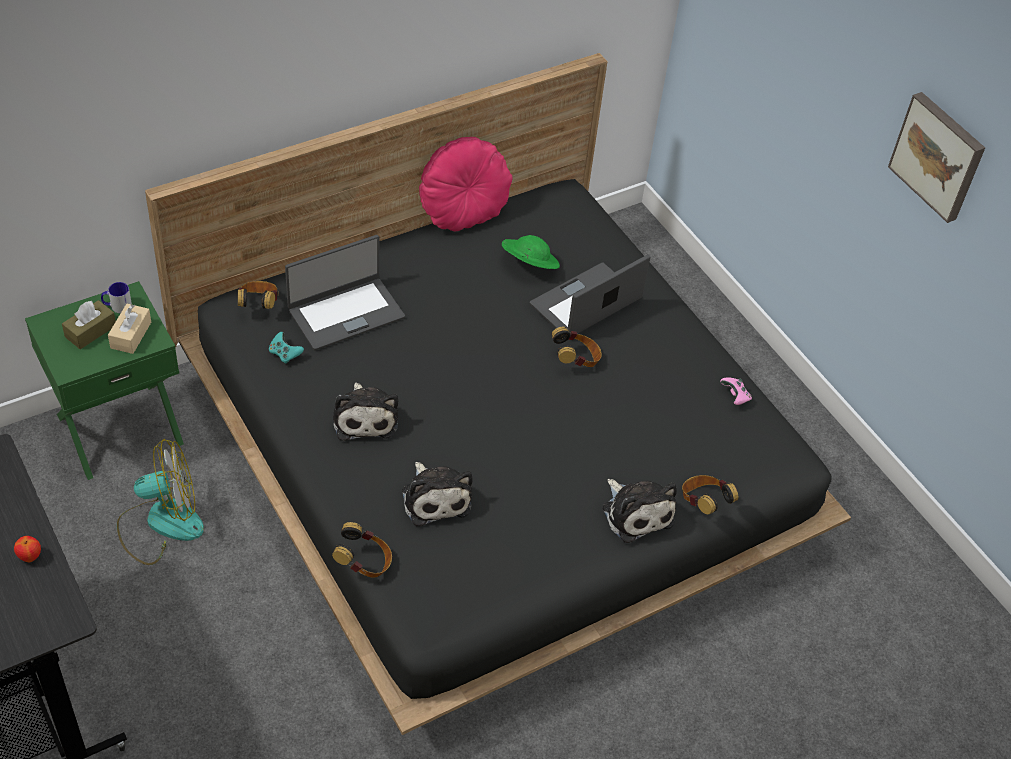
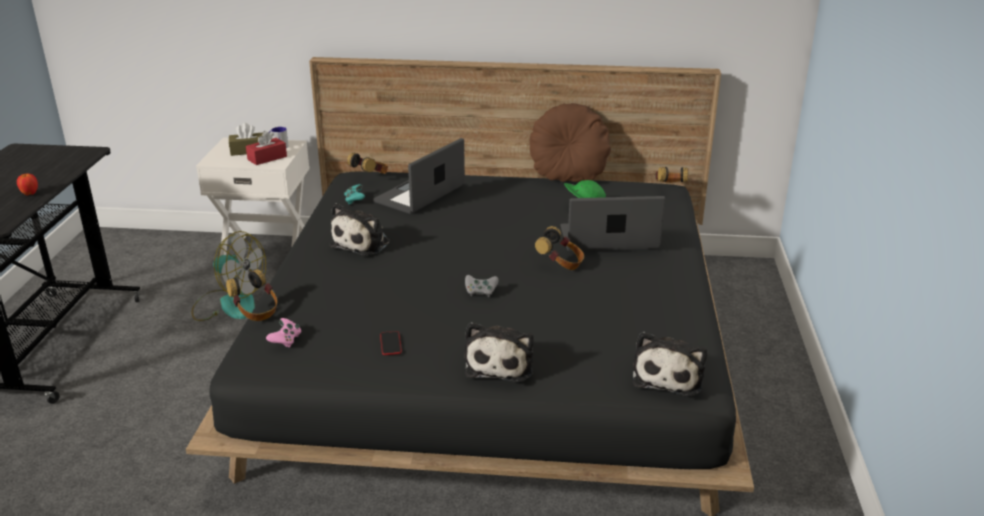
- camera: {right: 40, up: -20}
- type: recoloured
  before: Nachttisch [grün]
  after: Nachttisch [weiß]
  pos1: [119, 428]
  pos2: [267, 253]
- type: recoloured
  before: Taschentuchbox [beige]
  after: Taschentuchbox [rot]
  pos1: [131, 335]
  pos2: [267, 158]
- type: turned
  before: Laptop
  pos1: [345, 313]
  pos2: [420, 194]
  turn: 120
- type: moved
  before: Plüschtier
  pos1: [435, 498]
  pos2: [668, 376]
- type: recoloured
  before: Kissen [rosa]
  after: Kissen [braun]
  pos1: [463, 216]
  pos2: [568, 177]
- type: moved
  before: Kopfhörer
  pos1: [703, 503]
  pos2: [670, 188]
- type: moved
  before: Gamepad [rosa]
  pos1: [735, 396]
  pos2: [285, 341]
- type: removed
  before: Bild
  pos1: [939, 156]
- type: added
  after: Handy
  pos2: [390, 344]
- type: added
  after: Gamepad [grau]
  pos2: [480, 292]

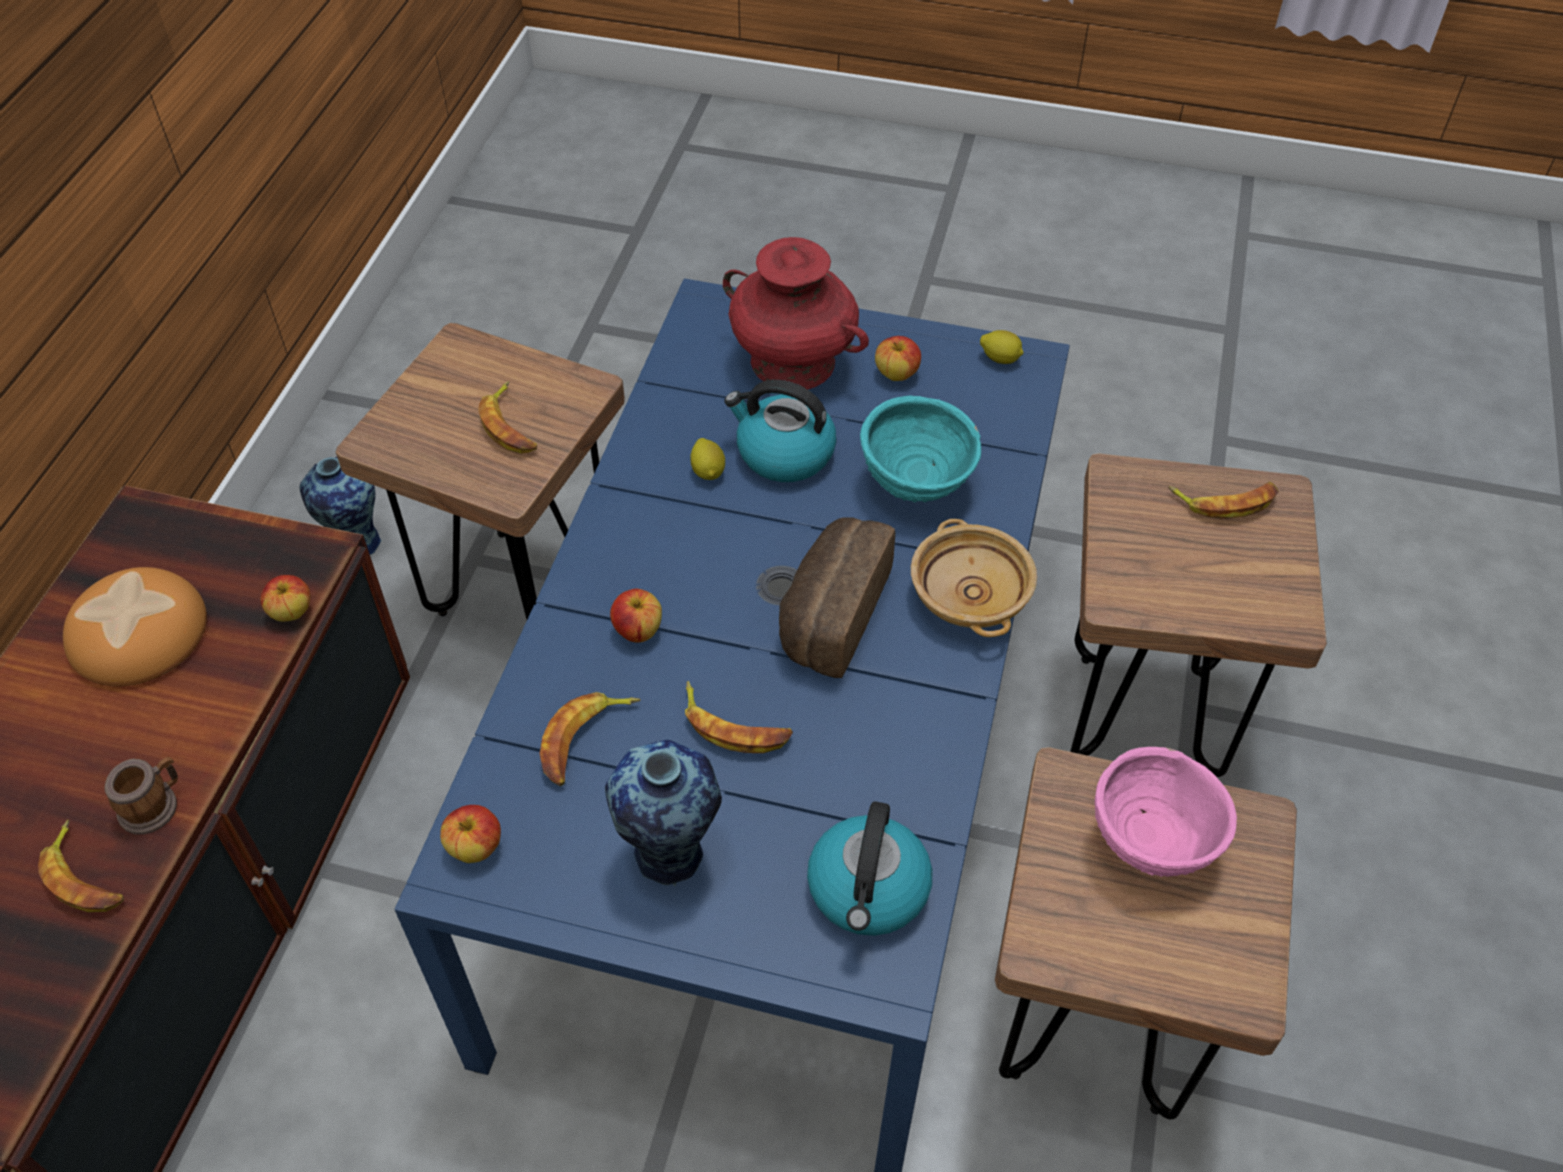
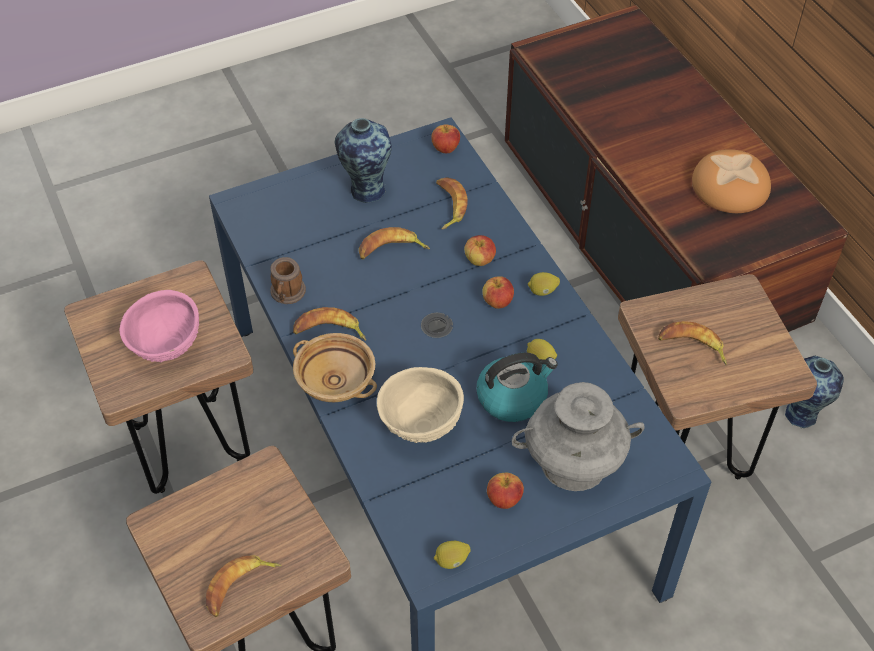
- camera: {right: 140, up: 0}
- type: moved
  before: Banane
  pos1: [84, 876]
  pos2: [329, 331]
- type: moved
  before: Henkelbecher
  pos1: [154, 805]
  pos2: [287, 294]
- type: moved
  before: Apfel
  pos1: [291, 612]
  pos2: [497, 302]
- type: recoloured
  before: Vase [rot]
  after: Vase [grau]
  pos1: [793, 362]
  pos2: [573, 463]
- type: removed
  before: Brot
  pos1: [830, 614]
- type: removed
  before: Wasserkessel
  pos1: [868, 891]
- type: recoloured
  before: Schüssel [türkis]
  after: Schüssel [beige]
  pos1: [916, 486]
  pos2: [420, 427]
- type: added
  after: Zitrone
  pos2: [542, 291]

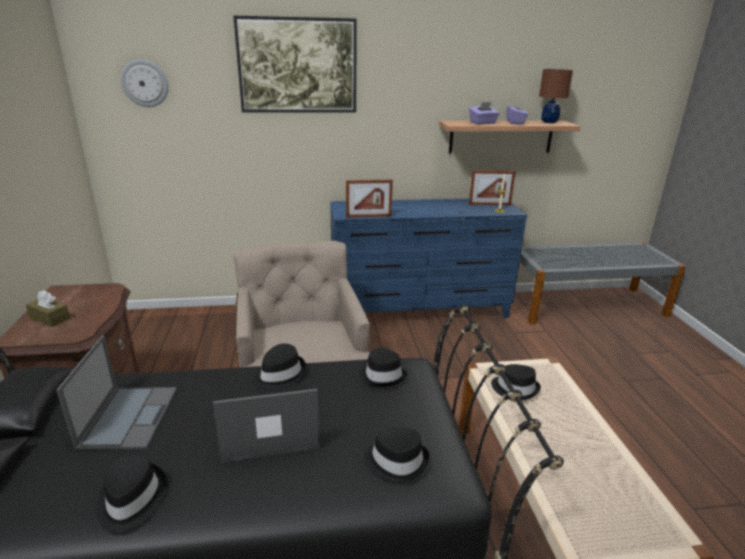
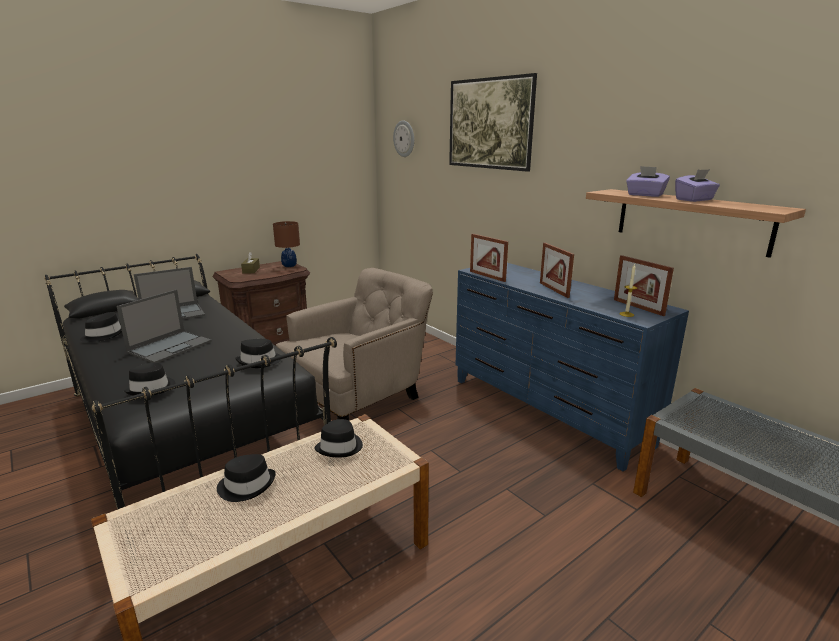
- camera: {right: 60, up: -5}
- type: turned
  before: Laptop
  pos1: [268, 432]
  pos2: [170, 346]
  turn: 75
- type: moved
  before: Hut [schwarz]
  pos1: [279, 375]
  pos2: [247, 485]
- type: moved
  before: Tischlampe [braun]
  pos1: [548, 122]
  pos2: [289, 266]
- type: added
  after: Bilderrahmen
  pos2: [553, 290]

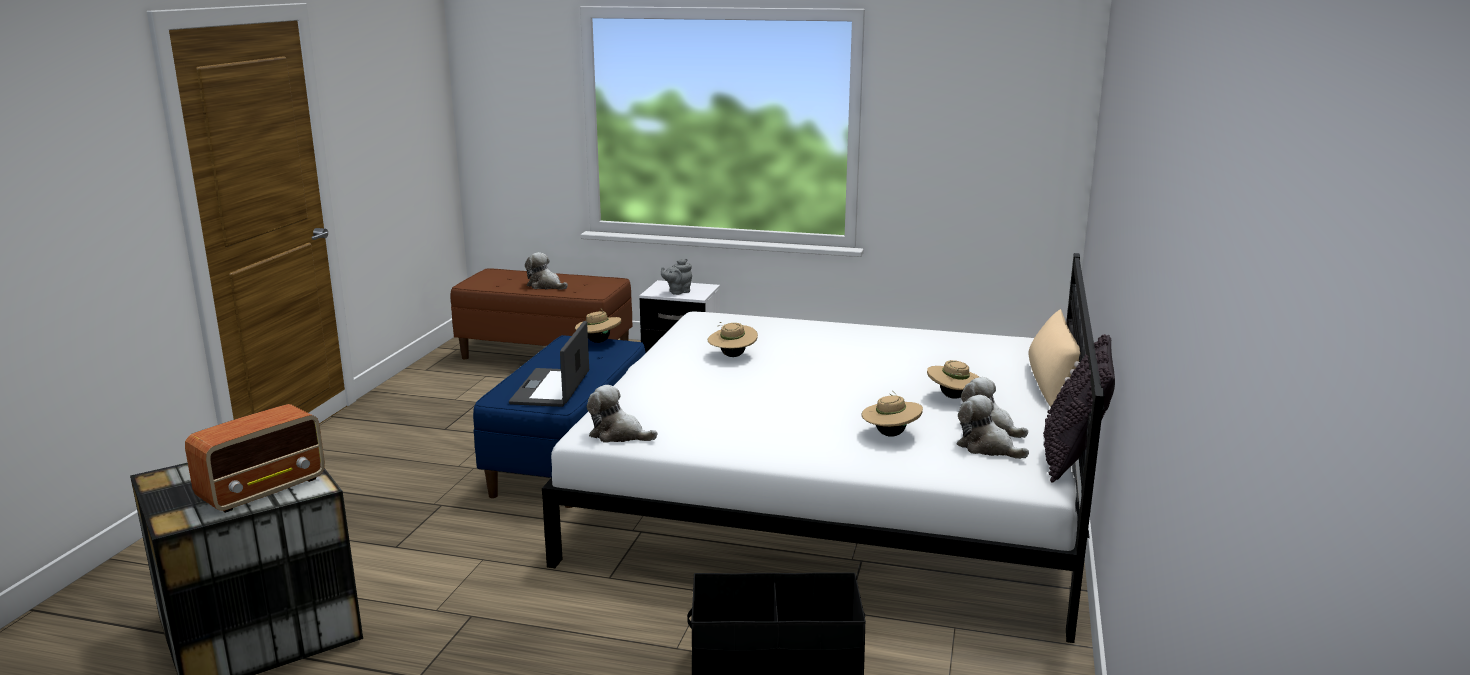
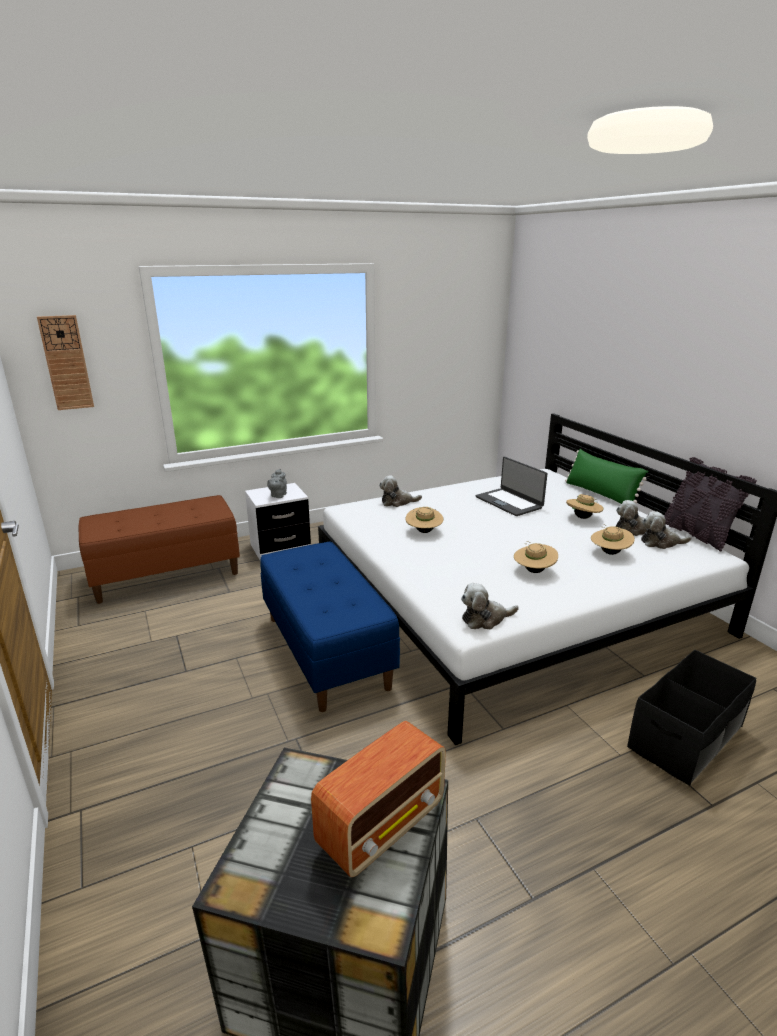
- camera: {right: -40, up: 5}
- type: turned
  before: Radio
  pos1: [264, 489]
  pos2: [383, 824]
  turn: 45
- type: moved
  before: Laptop
  pos1: [552, 388]
  pos2: [509, 502]
- type: moved
  before: Plüschtier
  pos1: [545, 286]
  pos2: [397, 502]
- type: moved
  before: Hut [beige]
  pos1: [598, 341]
  pos2: [533, 571]
- type: recoloured
  before: Kissen [beige]
  after: Kissen [grün]
  pos1: [1051, 384]
  pos2: [601, 494]
- type: added
  after: Wanduhr
  pos2: [66, 363]

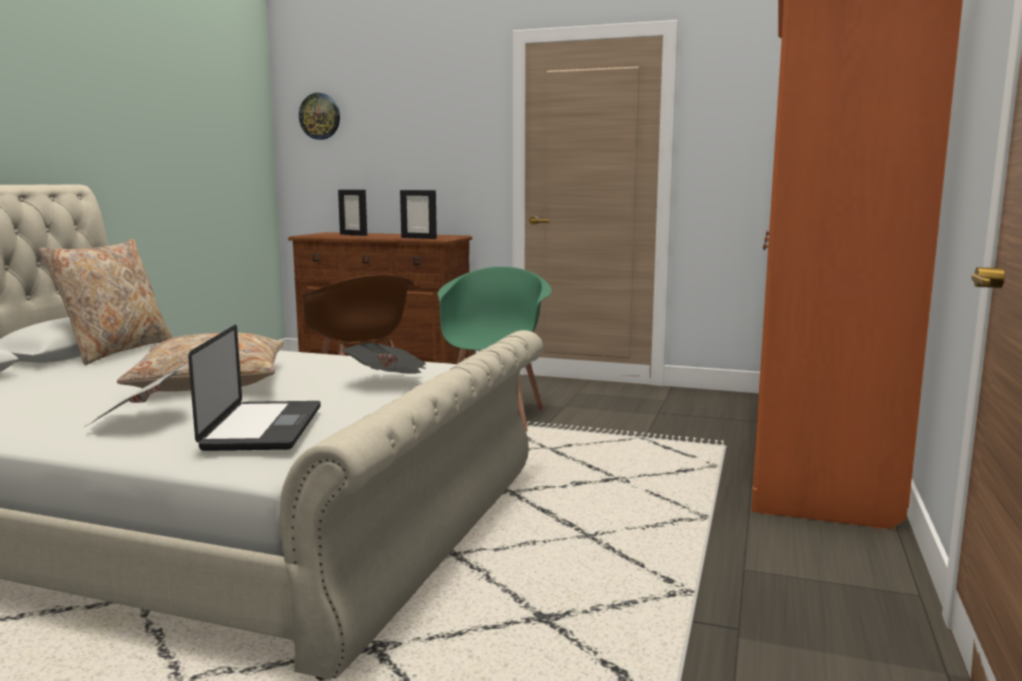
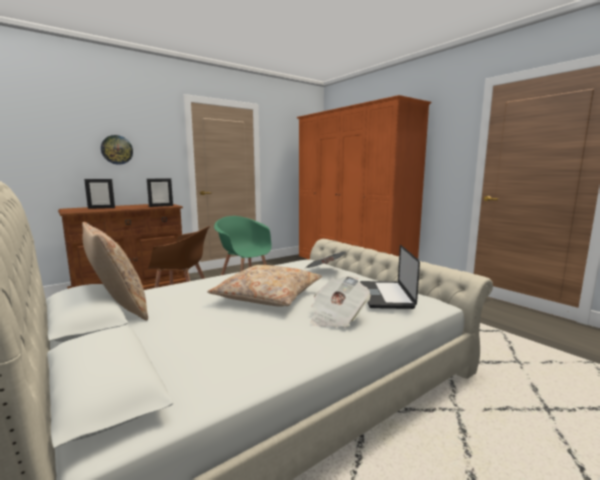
- camera: {right: -55, up: 0}
- type: turned
  before: Laptop
  pos1: [263, 428]
  pos2: [385, 295]
  turn: -120
- type: moved
  before: Wanduhr
  pos1: [320, 116]
  pos2: [117, 150]

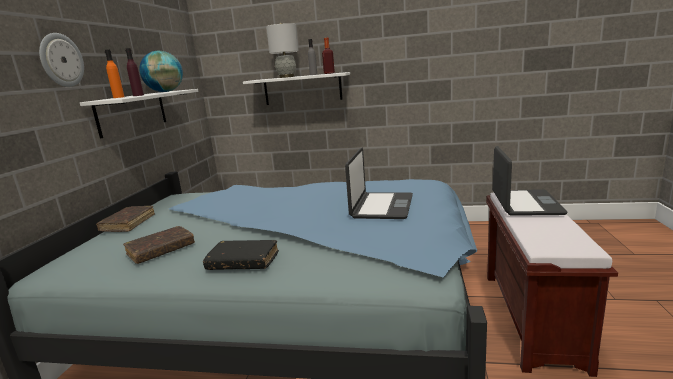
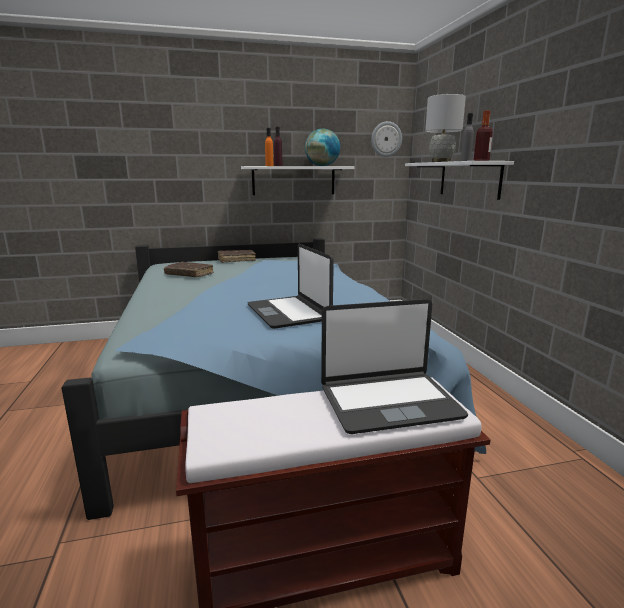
- camera: {right: 65, up: 0}
- type: moved
  before: Wanduhr
  pos1: [61, 60]
  pos2: [386, 139]
- type: removed
  before: Buch [schwarz]
  pos1: [243, 262]
- type: turned
  before: Laptop
  pos1: [381, 207]
  pos2: [289, 313]
  turn: 75

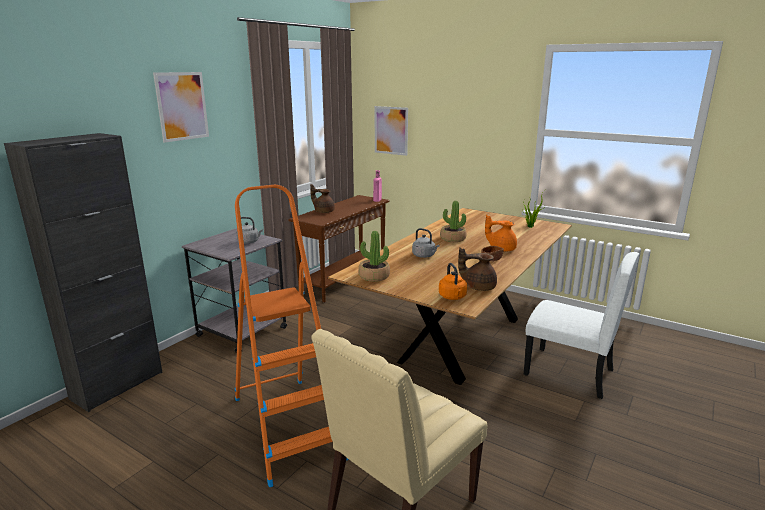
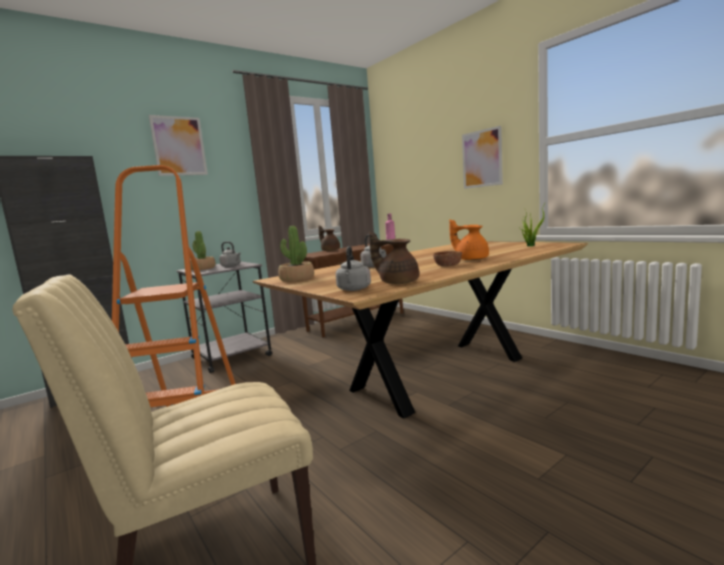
- camera: {right: 20, up: -10}
- type: moved
  before: Bild
  pos1: [391, 130]
  pos2: [482, 158]
- type: recoloured
  before: Wasserkessel [orange]
  after: Wasserkessel [grau]
  pos1: [453, 297]
  pos2: [353, 289]
- type: moved
  before: Topfpflanze
  pos1: [452, 239]
  pos2: [202, 268]
- type: removed
  before: Stuhl [weiß]
  pos1: [568, 372]

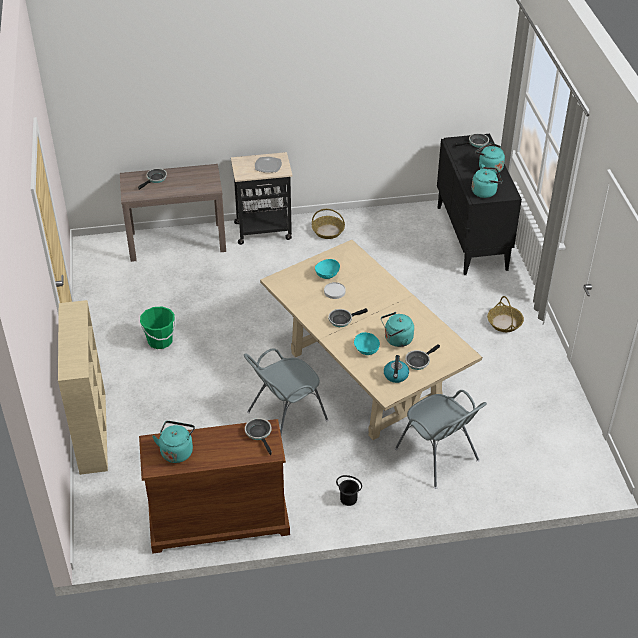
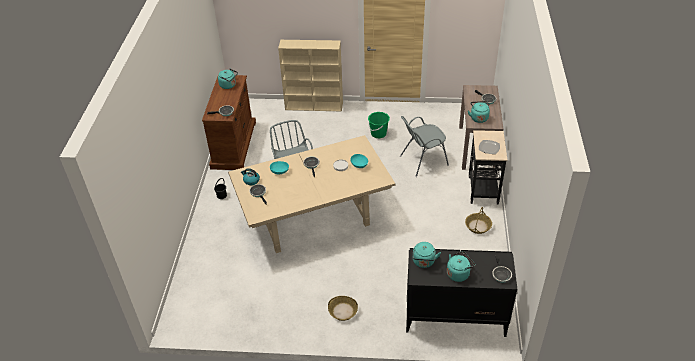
- camera: {right: 105, up: 0}
- type: moved
  before: Wasserkessel [türkis]
  pos1: [397, 340]
  pos2: [478, 117]
- type: moved
  before: Stuhl [grau]
  pos1: [438, 457]
  pos2: [422, 161]

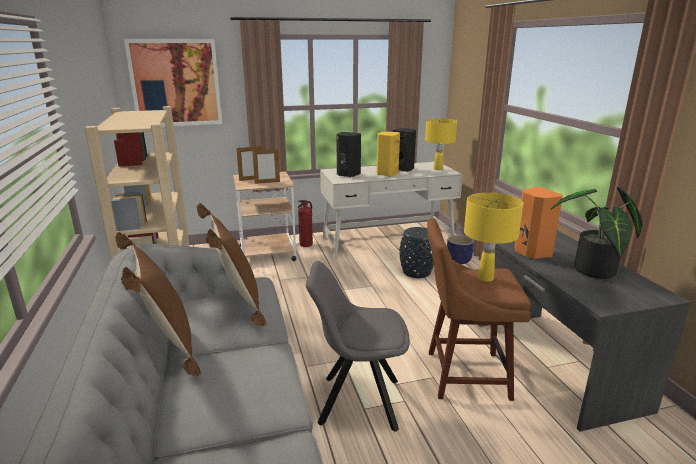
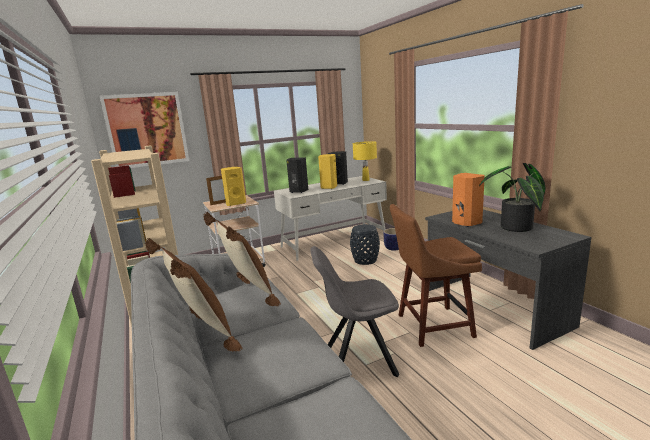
- camera: {right: -10, up: -5}
- type: replaced
  before: Bilderrahmen
  after: Lautsprecher [gelb]
  pos1: [267, 182]
  pos2: [235, 203]
- type: removed
  before: Feuerlöscher
  pos1: [306, 244]
- type: removed
  before: Tischlampe [gelb]
  pos1: [485, 278]

